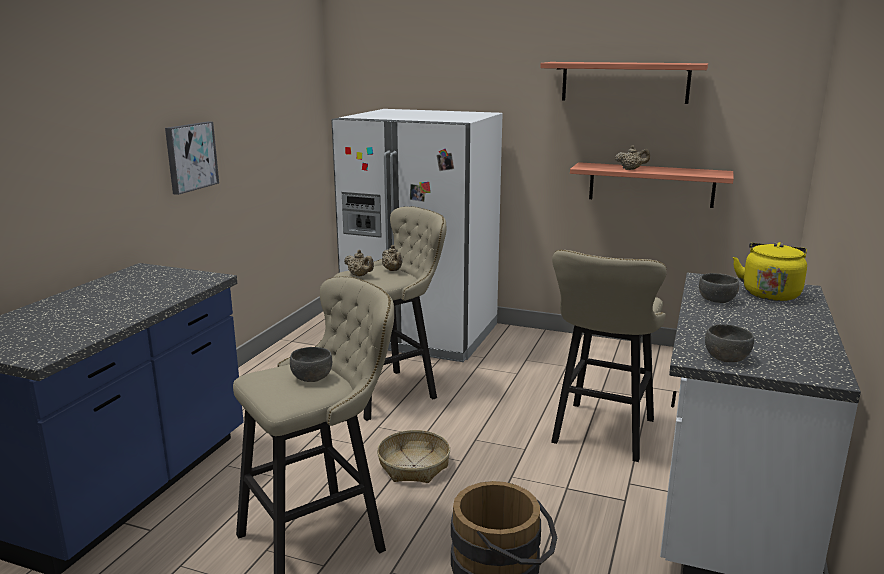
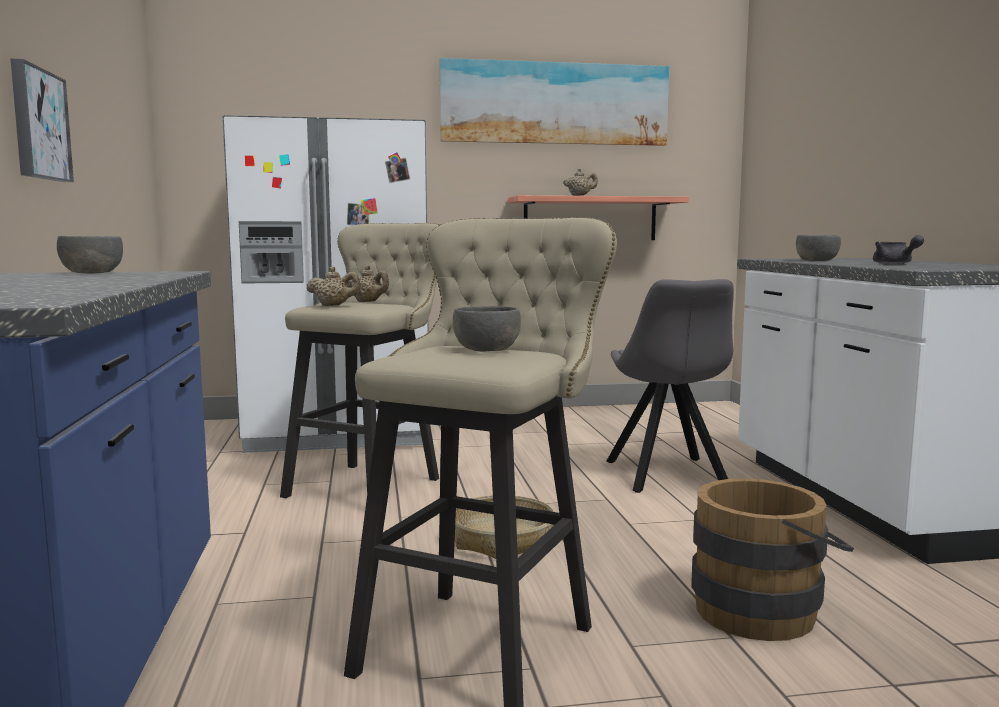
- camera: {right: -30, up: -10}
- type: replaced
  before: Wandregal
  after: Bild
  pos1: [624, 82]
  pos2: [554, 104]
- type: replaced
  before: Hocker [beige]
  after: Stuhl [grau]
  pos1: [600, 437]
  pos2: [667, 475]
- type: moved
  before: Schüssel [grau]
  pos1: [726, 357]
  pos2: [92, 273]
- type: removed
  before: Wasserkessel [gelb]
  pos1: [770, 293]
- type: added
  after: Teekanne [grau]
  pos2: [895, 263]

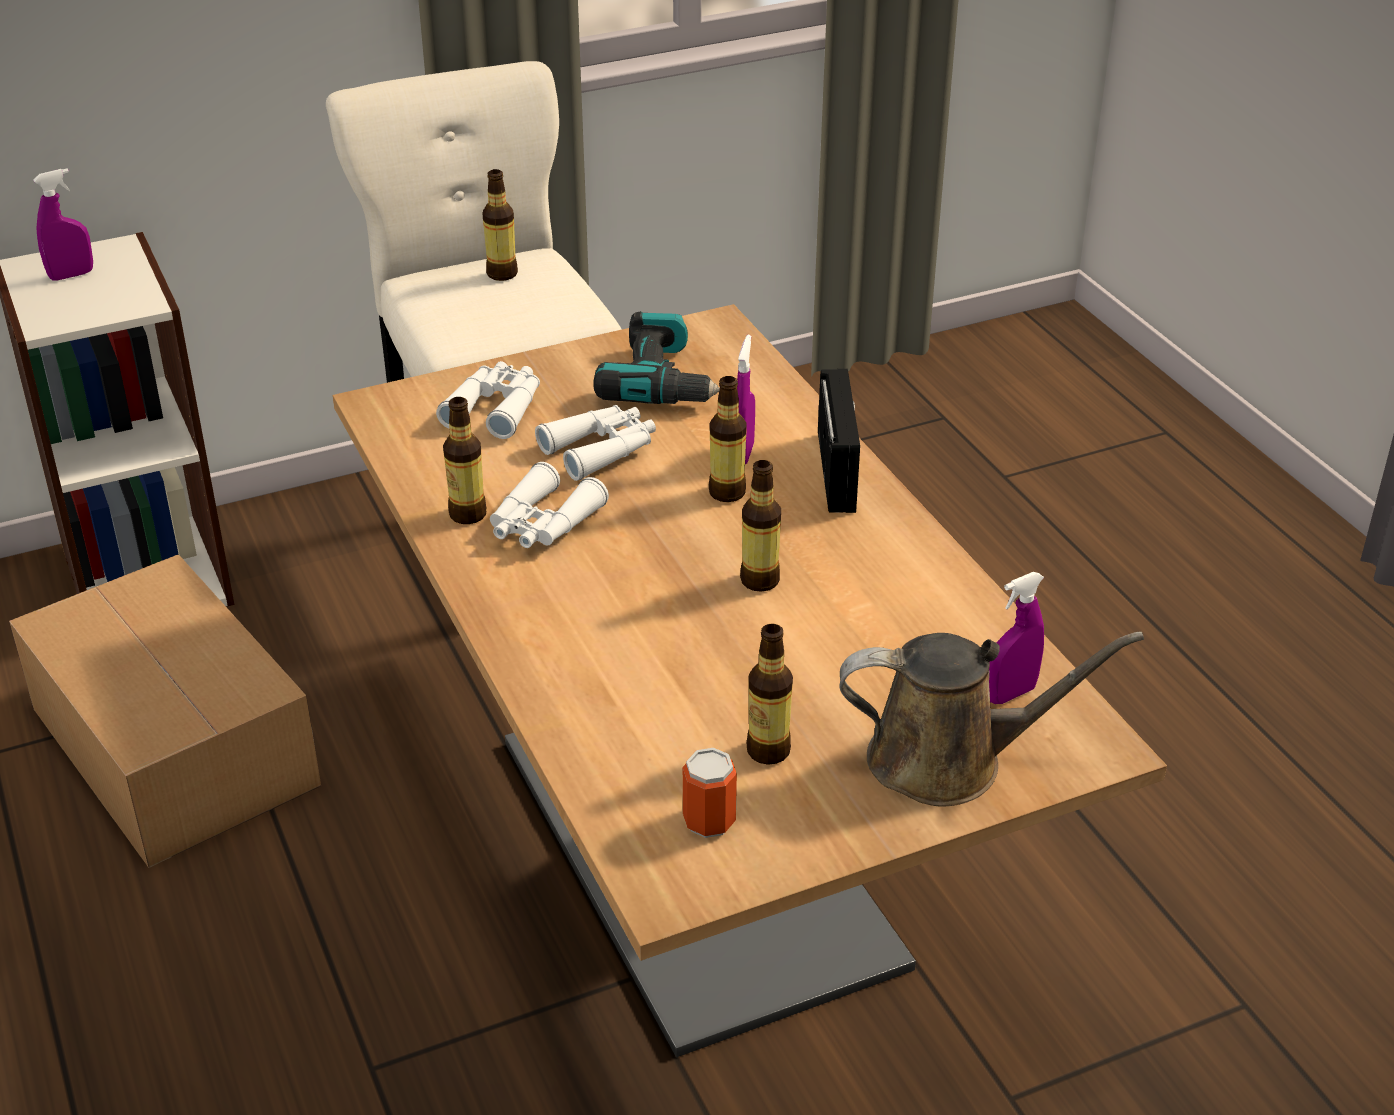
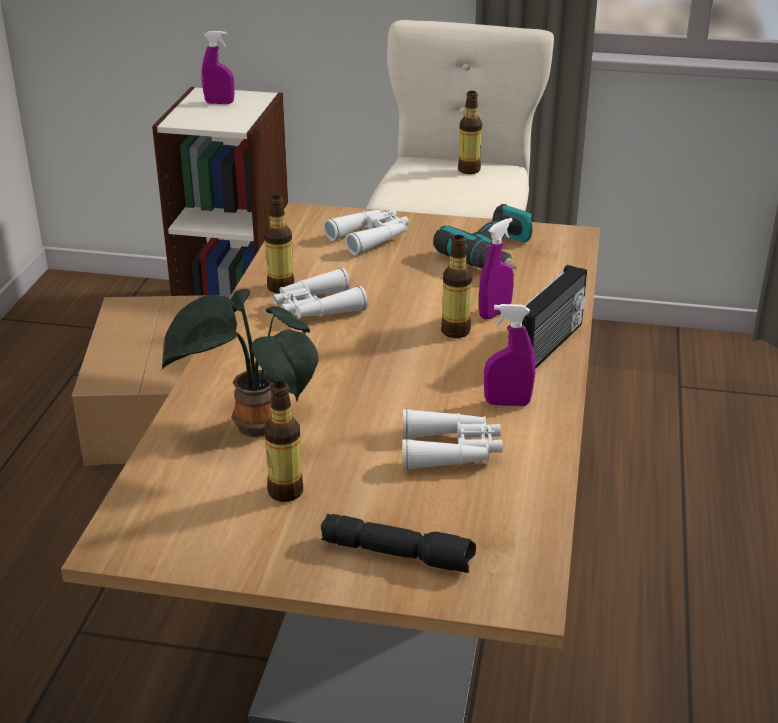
- camera: {right: 35, up: -5}
- type: moved
  before: Fernglas [weiß]
  pos1: [601, 450]
  pos2: [451, 451]
- type: removed
  before: Dose
  pos1: [709, 821]
- type: removed
  before: Flasche
  pos1: [759, 580]
- type: replaced
  before: Gießkanne [braun]
  after: Taschenlampe [schwarz]
  pos1: [949, 760]
  pos2: [398, 554]
- type: moved
  before: Sprühflasche [lila]
  pos1: [1010, 694]
  pos2: [507, 403]
- type: added
  after: Topfpflanze
  pos2: [251, 428]

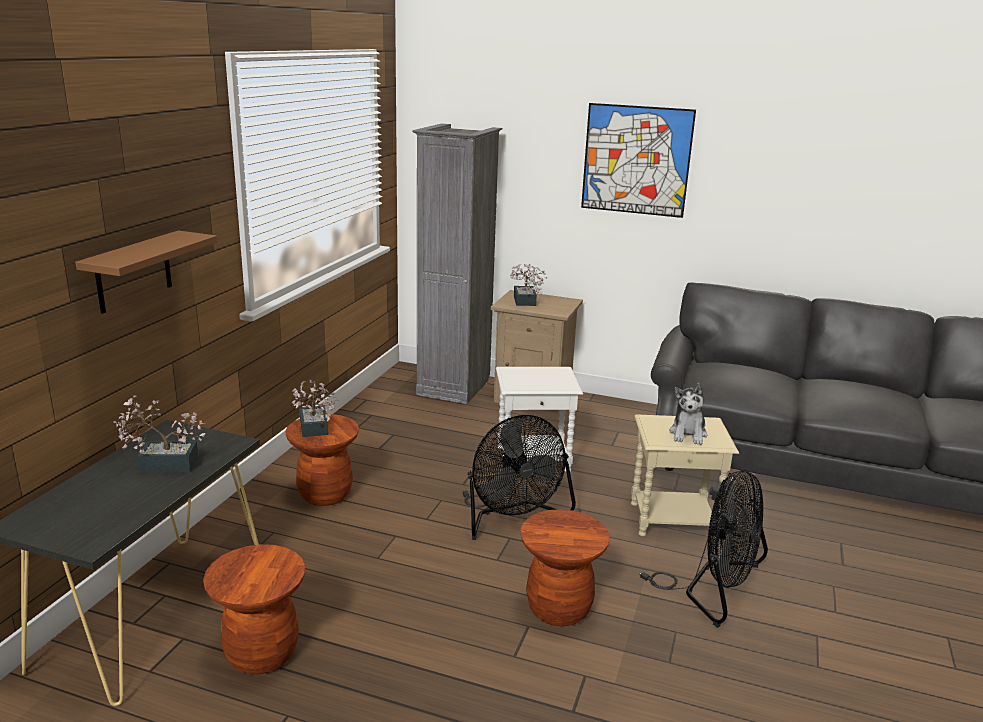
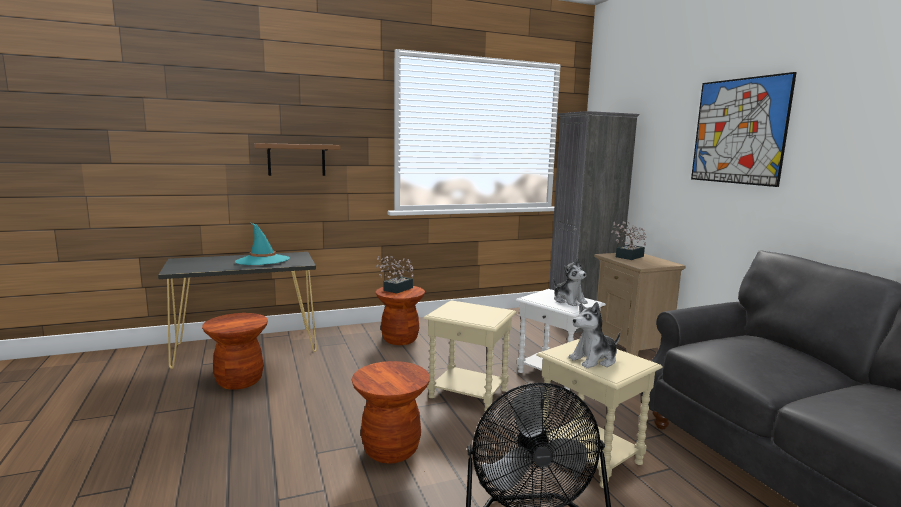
- camera: {right: 50, up: -10}
- type: replaced
  before: Topfpflanze
  after: Hut [türkis]
  pos1: [162, 464]
  pos2: [262, 261]
- type: replaced
  before: Ventilator [schwarz]
  after: Beistelltisch [beige]
  pos1: [508, 517]
  pos2: [468, 392]
- type: added
  after: Plüschtier
  pos2: [569, 301]

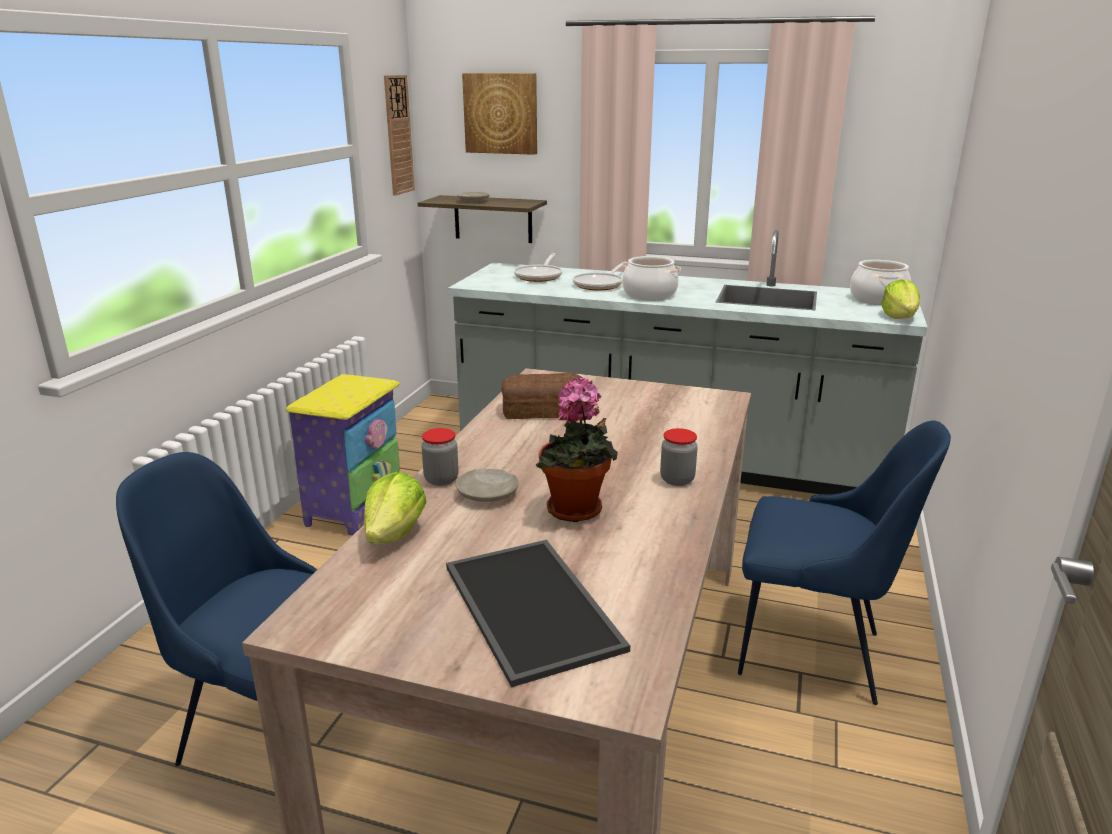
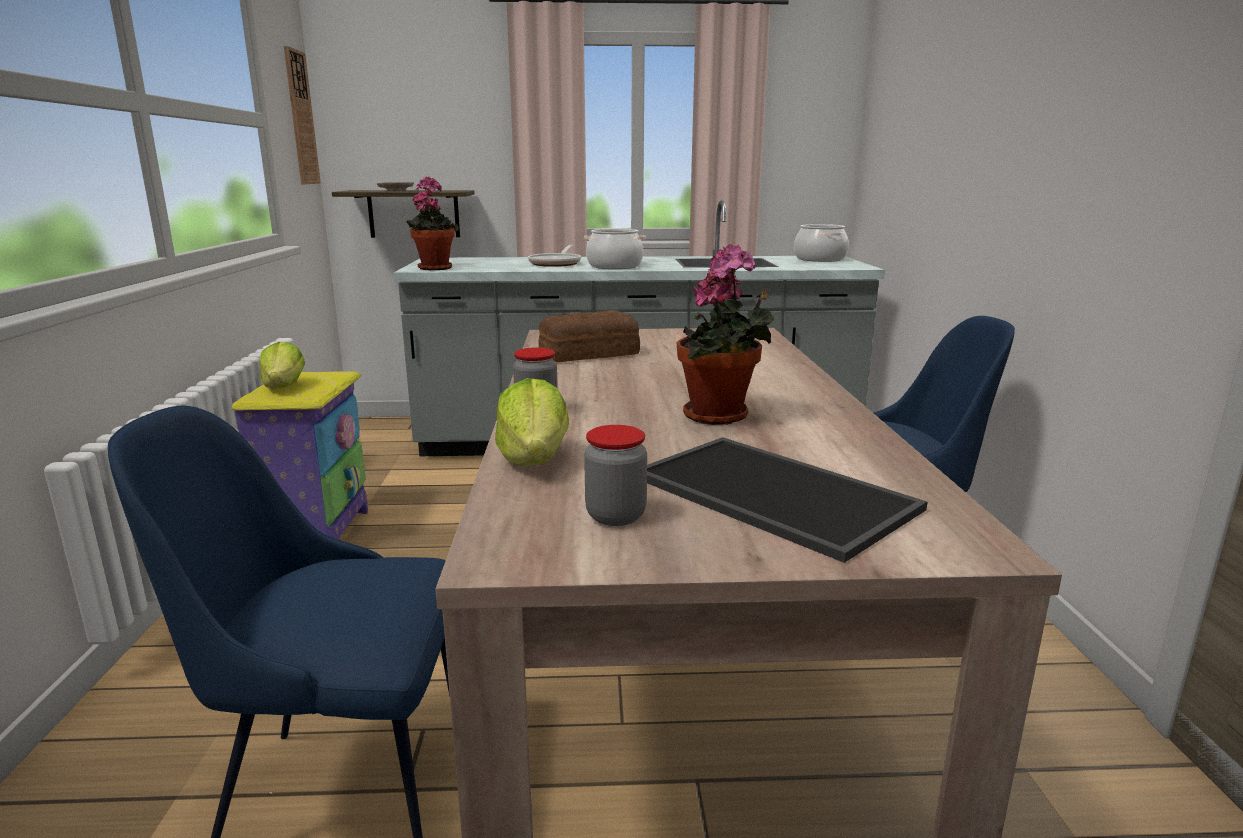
- camera: {right: -20, up: -5}
- type: removed
  before: Teller [beige]
  pos1: [488, 494]
- type: removed
  before: Bild
  pos1: [501, 113]
- type: removed
  before: Pfanne
  pos1: [539, 276]
- type: moved
  before: Vorratsglas
  pos1: [677, 480]
  pos2: [615, 516]
- type: moved
  before: Salatkopf
  pos1: [899, 317]
  pos2: [284, 387]
- type: added
  after: Topfpflanze
  pos2: [434, 268]

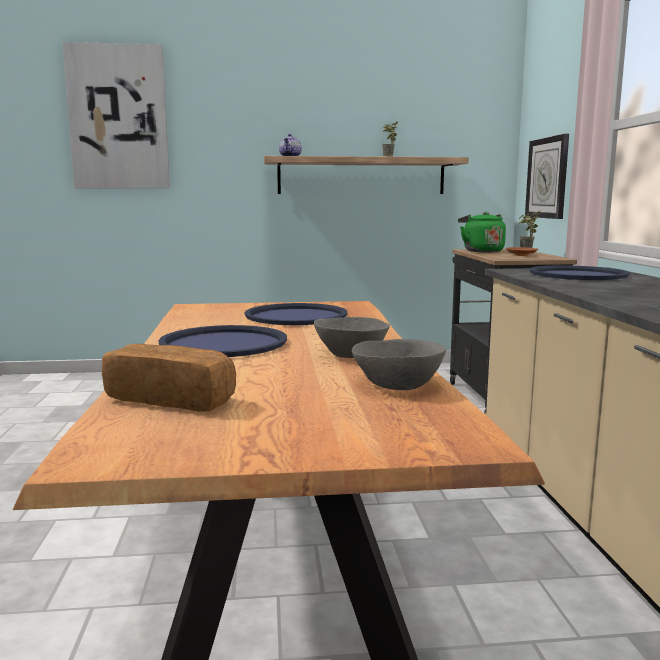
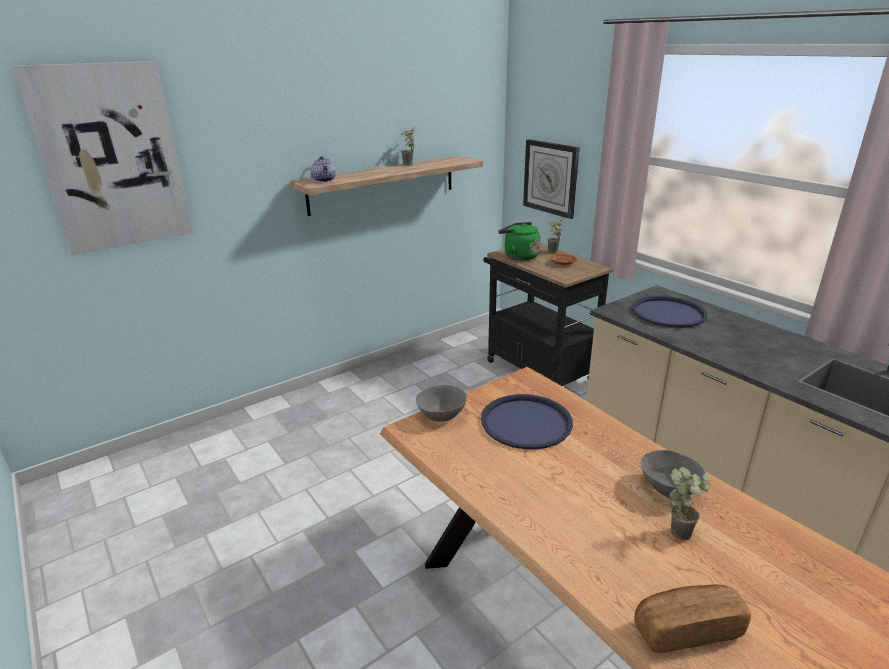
- camera: {right: -30, up: 15}
- type: removed
  before: Tablett [blau]
  pos1: [224, 343]
- type: moved
  before: Schüssel [grau]
  pos1: [398, 384]
  pos2: [441, 415]
- type: added
  after: Topfpflanze
  pos2: [682, 529]

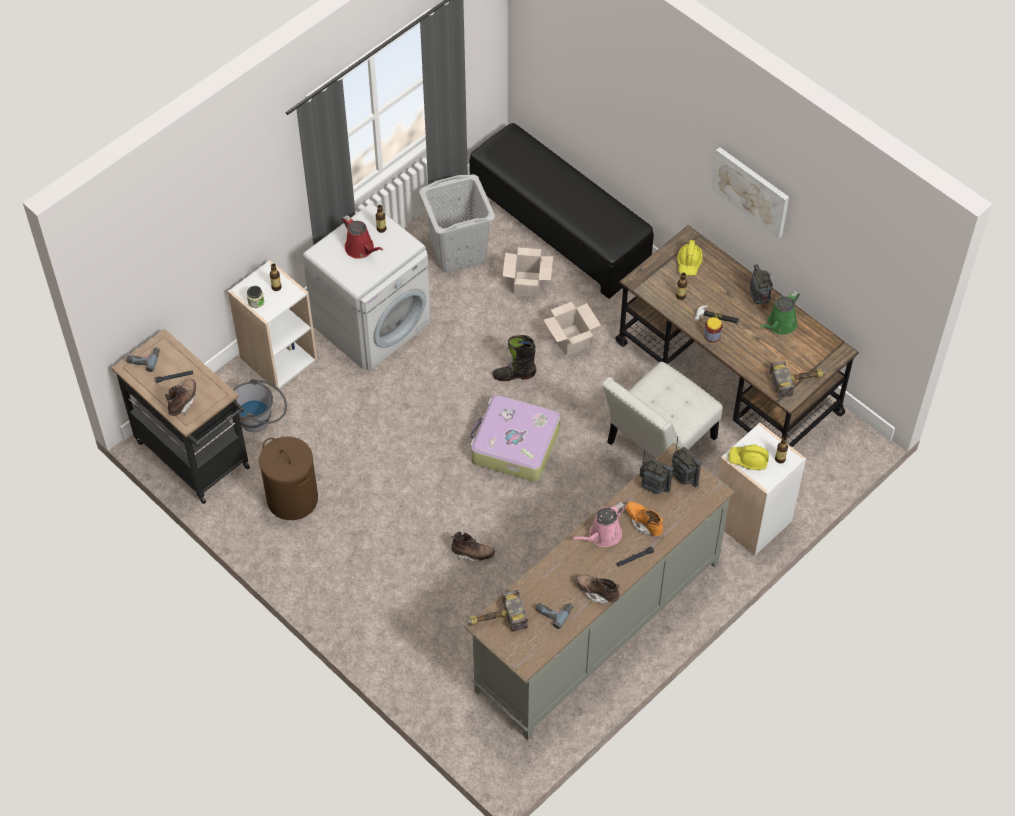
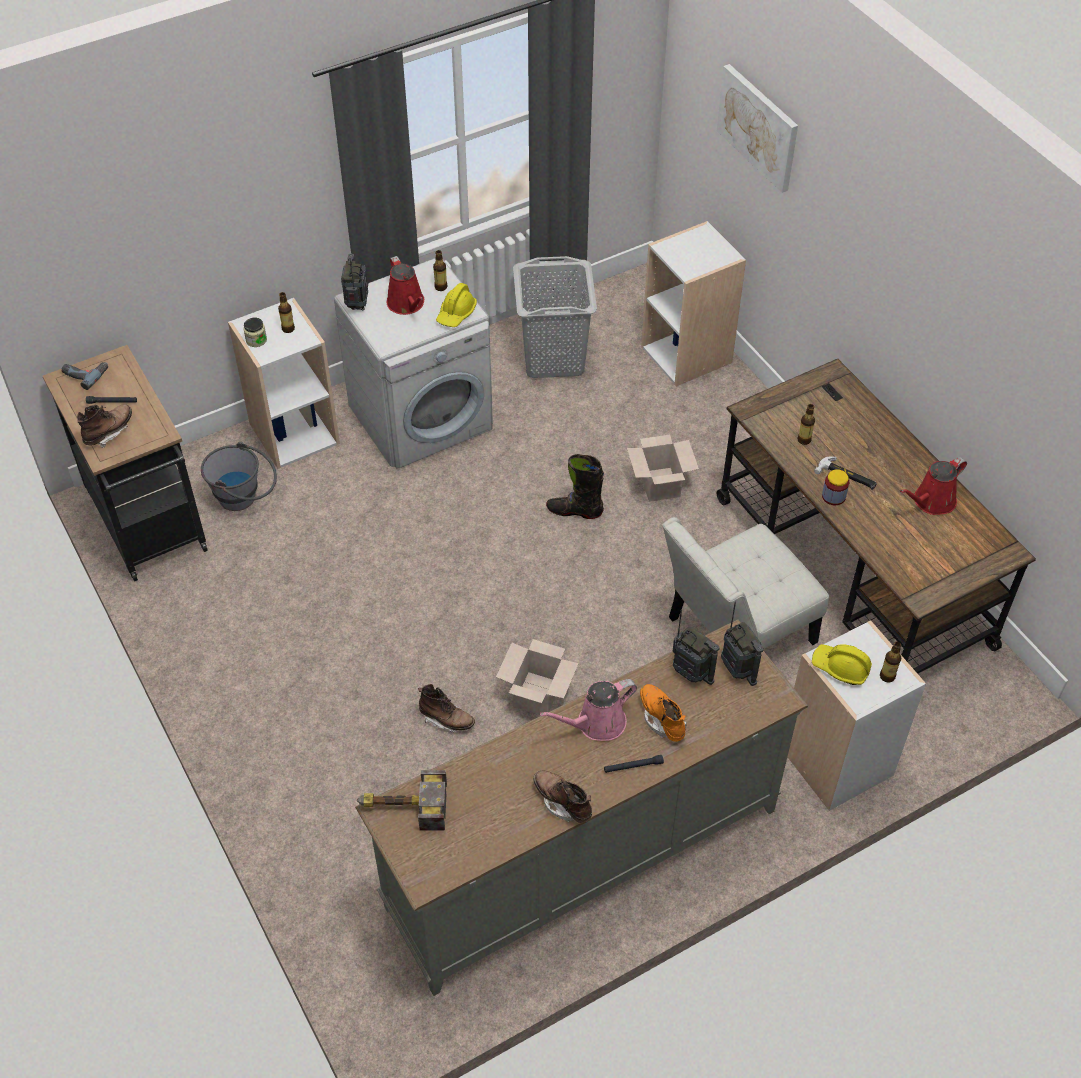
- camera: {right: 15, up: -5}
- type: removed
  before: Wäschekorb [braun]
  pos1: [292, 498]
- type: replaced
  before: Bank [schwarz]
  after: Bücherregal
  pos1: [560, 227]
  pos2: [686, 355]
- type: removed
  before: Koffer
  pos1: [514, 445]
- type: moved
  before: Karton
  pos1: [528, 285]
  pos2: [537, 696]
- type: removed
  before: Bohrmaschine
  pos1: [553, 611]
- type: moved
  before: Schutzhelm [gelb]
  pos1: [689, 263]
  pos2: [456, 314]
- type: moved
  before: Bild
  pos1: [751, 191]
  pos2: [758, 127]
- type: moved
  before: Radio
  pos1: [759, 299]
  pos2: [357, 305]
- type: recoloured
  before: Gießkanne [grün]
  after: Gießkanne [rot]
  pos1: [780, 325]
  pos2: [931, 502]
- type: removed
  before: Hammer
  pos1: [799, 381]

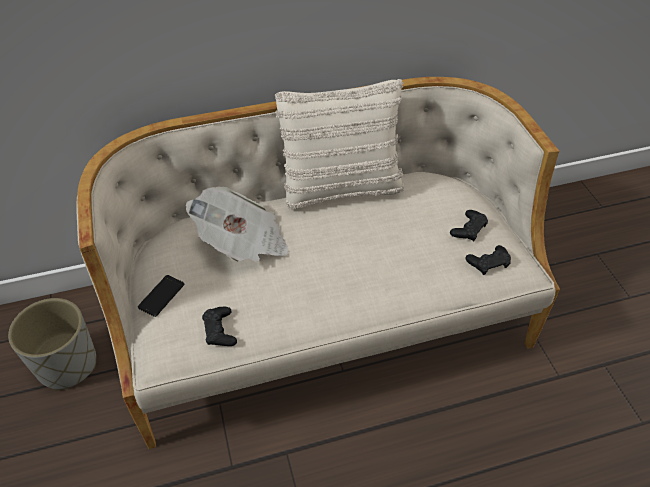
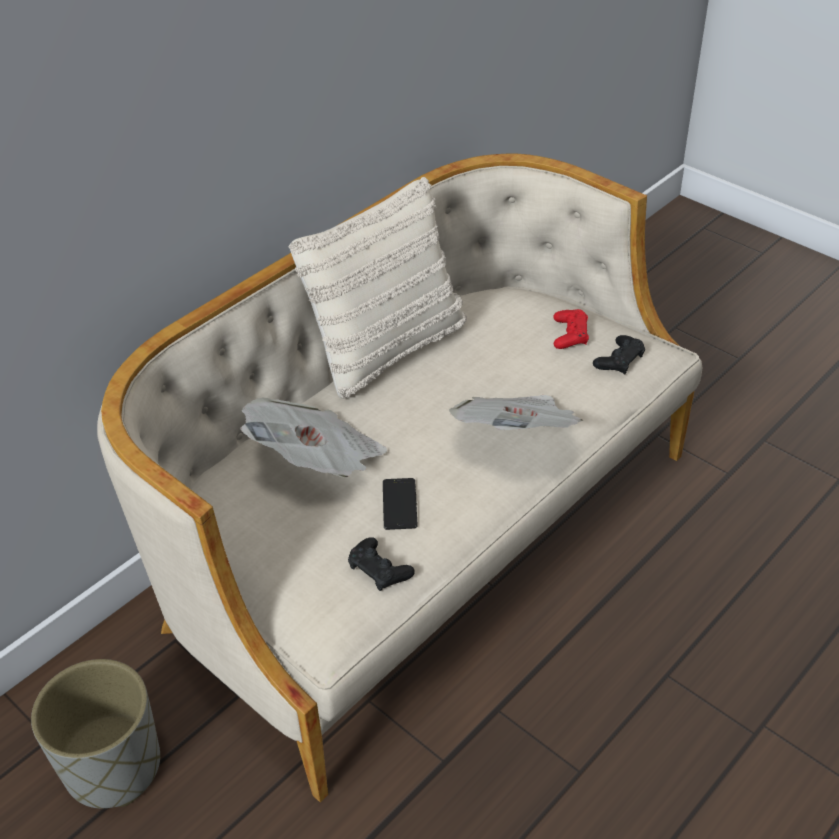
- camera: {right: -30, up: -5}
- type: moved
  before: Handy
  pos1: [161, 296]
  pos2: [399, 504]
- type: recoloured
  before: Gamepad [schwarz]
  after: Gamepad [rot]
  pos1: [468, 229]
  pos2: [570, 334]
- type: added
  after: Zeitung
  pos2: [517, 437]

